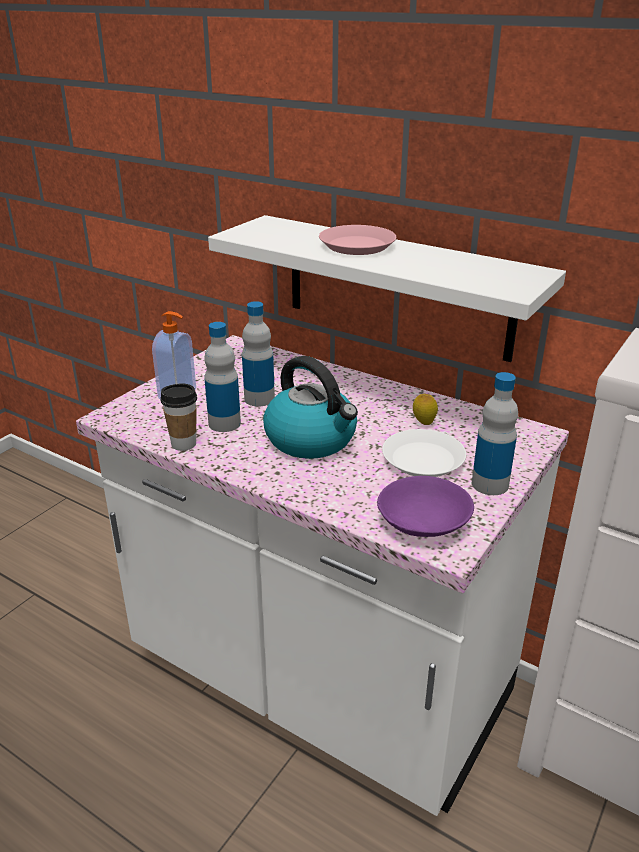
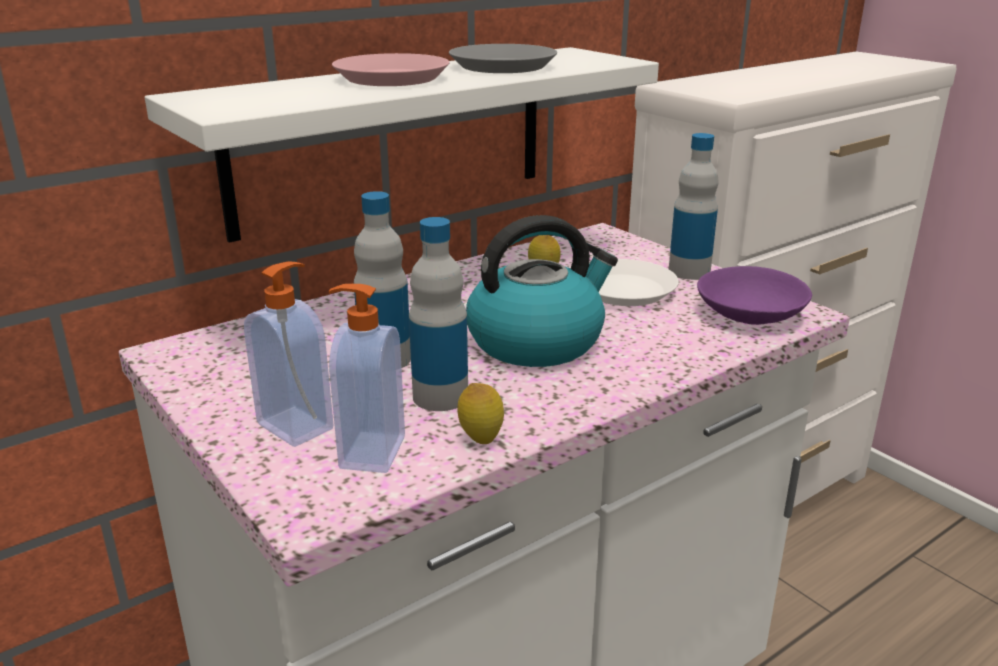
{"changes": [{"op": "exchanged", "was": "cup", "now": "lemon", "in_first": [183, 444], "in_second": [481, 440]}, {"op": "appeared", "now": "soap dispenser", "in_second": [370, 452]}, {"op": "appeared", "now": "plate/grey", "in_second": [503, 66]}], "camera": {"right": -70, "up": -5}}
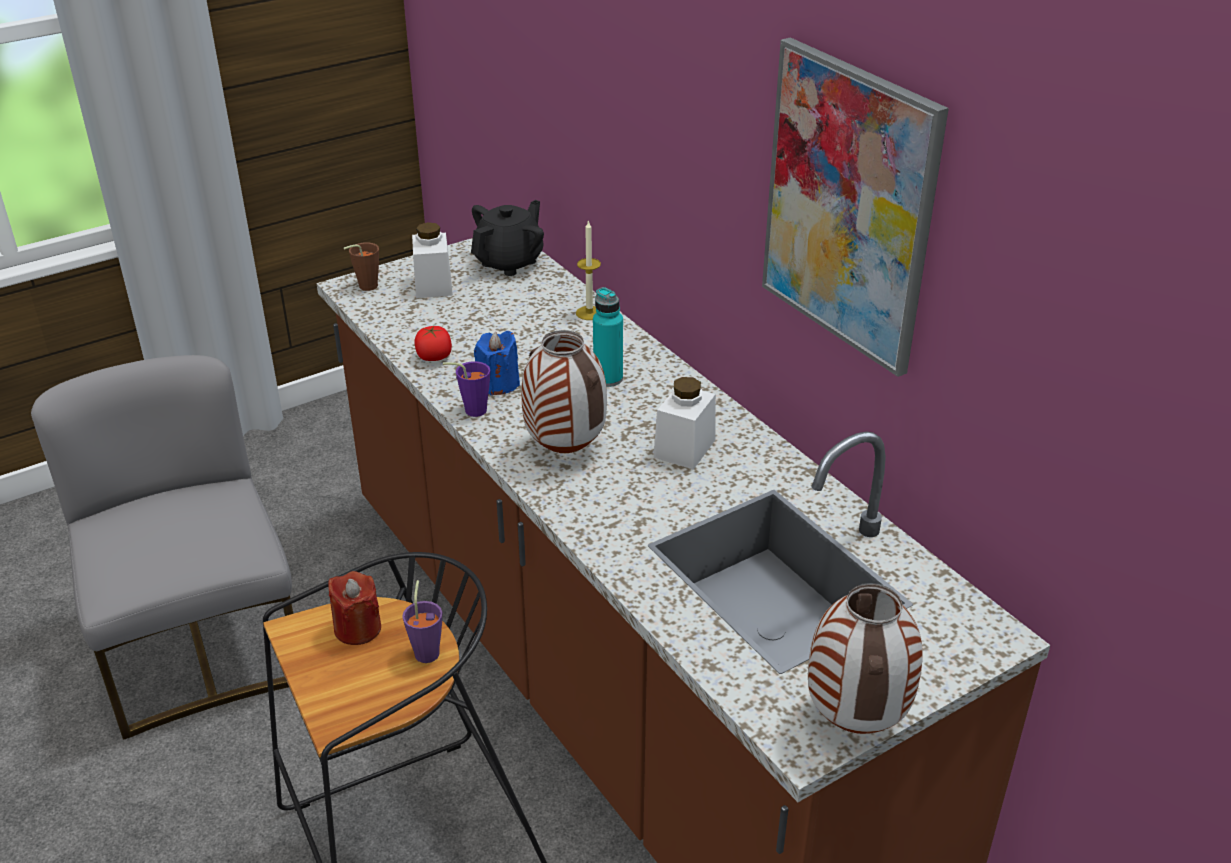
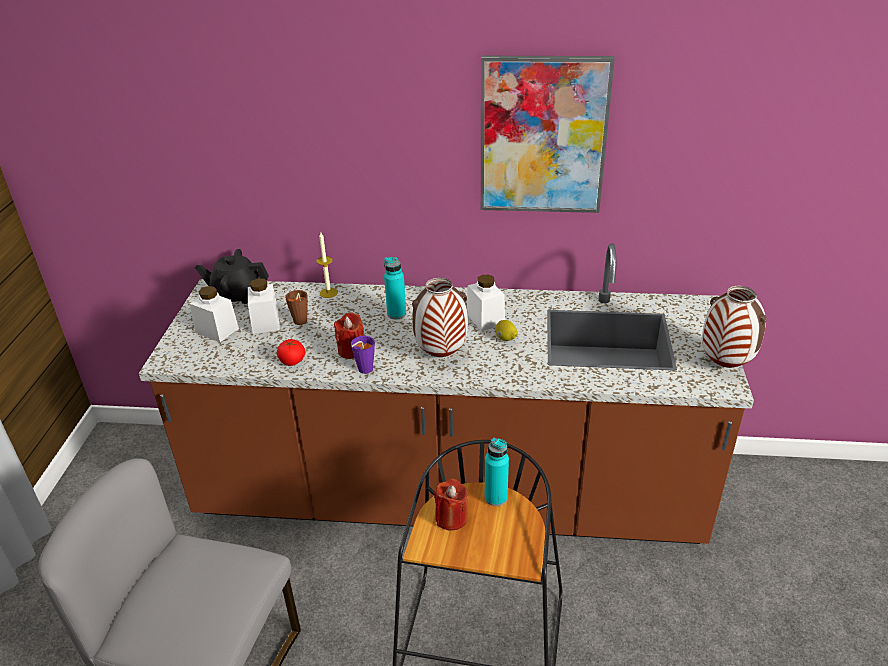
{"changes": [{"op": "relocated", "was": "cup/brown", "in_first": [364, 287], "in_second": [299, 323]}, {"op": "exchanged", "was": "cup/purple", "now": "bottle/turquoise", "in_first": [427, 649], "in_second": [496, 497]}, {"op": "spun", "was": "teapot/black", "in_first": [509, 262], "in_second": [237, 295], "clockwise": -75}, {"op": "colour", "was": "candle/blue", "now": "candle/red", "in_first": [498, 384], "in_second": [351, 350]}, {"op": "appeared", "now": "jar/white", "in_second": [266, 322]}, {"op": "appeared", "now": "lemon", "in_second": [505, 339]}], "camera": {"right": -50, "up": 0}}
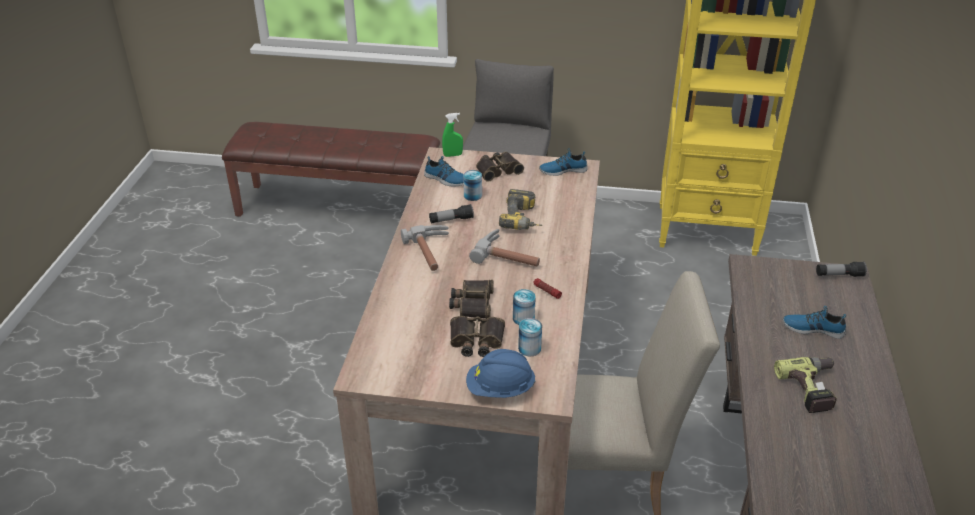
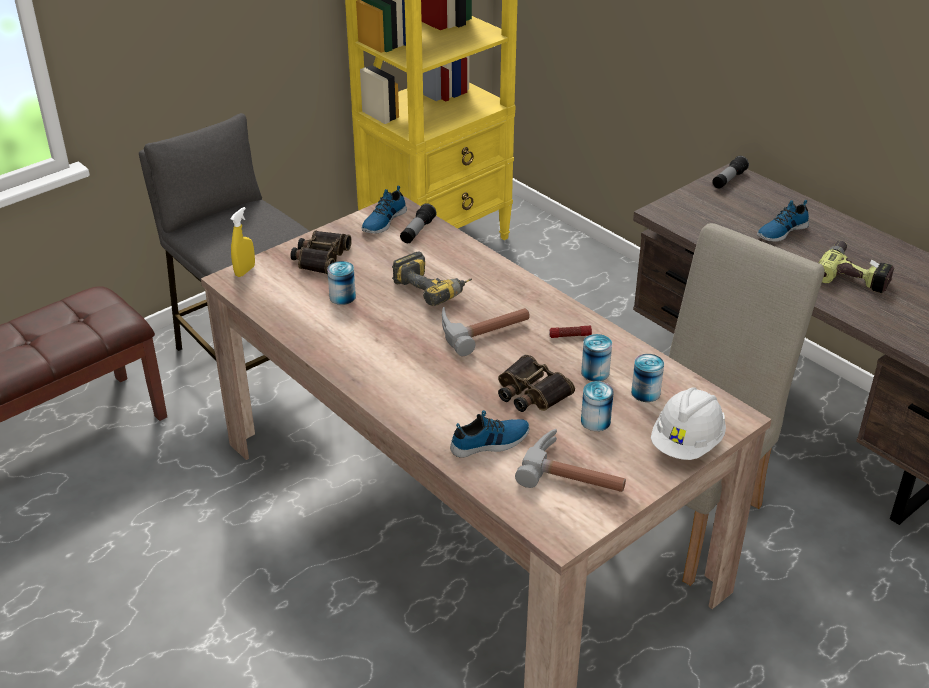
{"changes": [{"op": "relocated", "was": "hammer", "in_first": [432, 252], "in_second": [575, 473]}, {"op": "relocated", "was": "shoe", "in_first": [446, 179], "in_second": [490, 442]}, {"op": "relocated", "was": "flashlight", "in_first": [451, 220], "in_second": [417, 231]}, {"op": "colour", "was": "spray bottle/green", "now": "spray bottle/yellow", "in_first": [453, 155], "in_second": [245, 271]}, {"op": "exchanged", "was": "binoculars", "now": "can", "in_first": [476, 341], "in_second": [595, 421]}, {"op": "colour", "was": "hard hat/blue", "now": "hard hat/white", "in_first": [500, 389], "in_second": [687, 443]}], "camera": {"right": -50, "up": 0}}
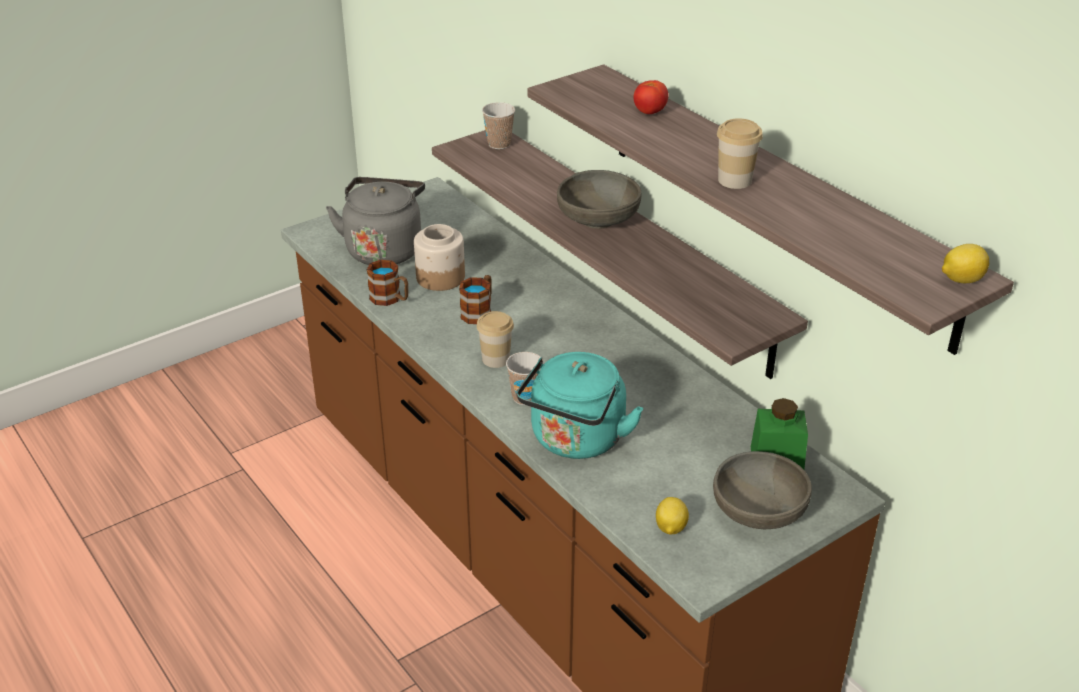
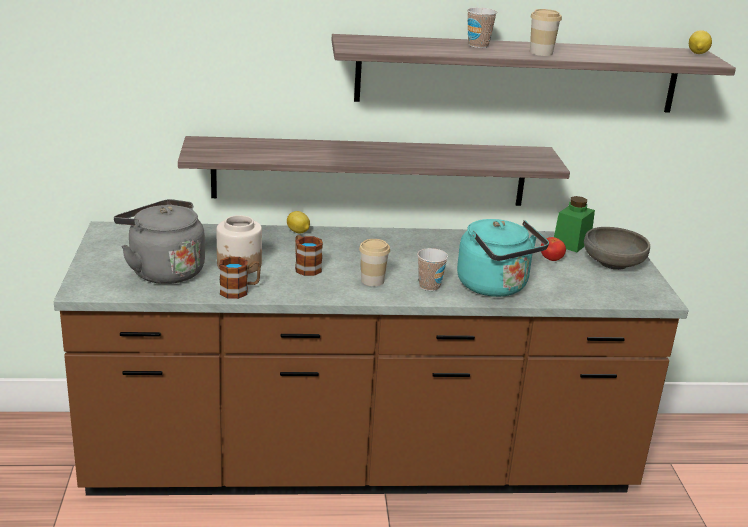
{"changes": [{"op": "relocated", "was": "cup", "in_first": [499, 144], "in_second": [478, 45]}, {"op": "missing", "was": "bowl/grey", "in_first": [598, 219]}, {"op": "relocated", "was": "tomato", "in_first": [650, 112], "in_second": [551, 259]}, {"op": "relocated", "was": "lemon", "in_first": [670, 528], "in_second": [298, 232]}], "camera": {"right": -60, "up": -10}}
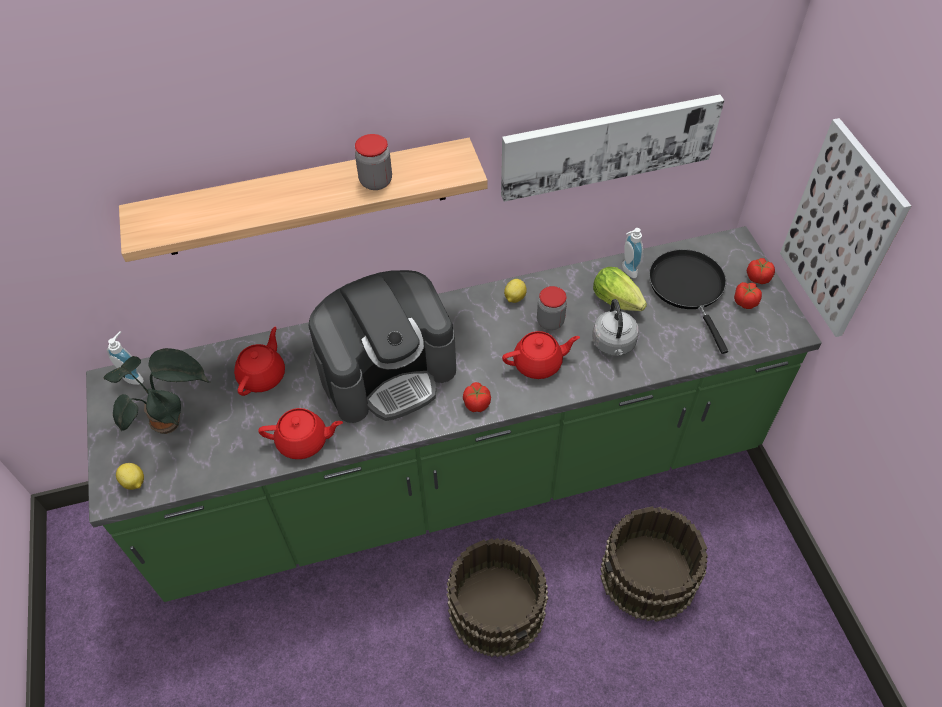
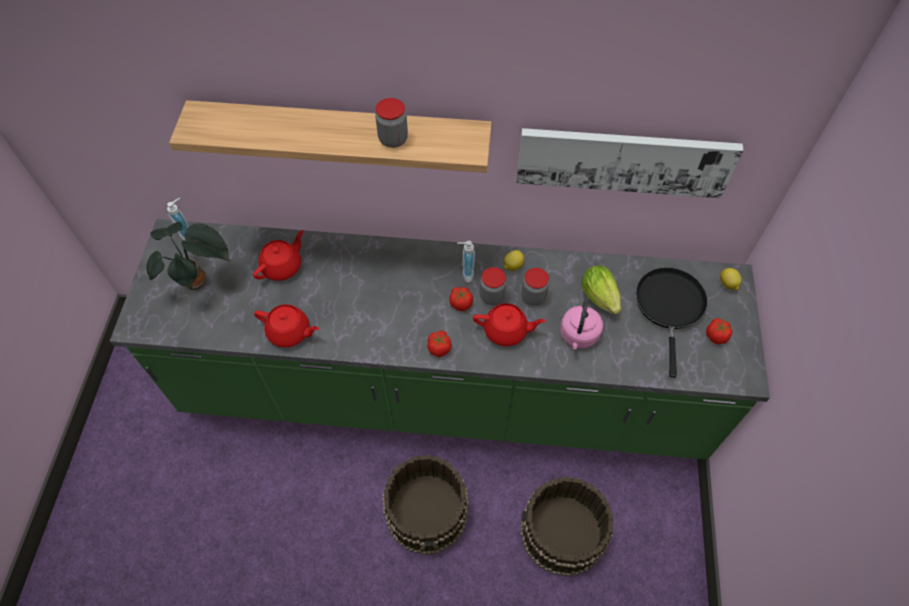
{"changes": [{"op": "relocated", "was": "lemon", "in_first": [134, 482], "in_second": [728, 284]}, {"op": "missing", "was": "coffee machine", "in_first": [388, 372]}, {"op": "colour", "was": "kettle/grey", "now": "kettle/pink", "in_first": [614, 344], "in_second": [578, 336]}, {"op": "relocated", "was": "soap dispenser", "in_first": [627, 271], "in_second": [465, 273]}, {"op": "relocated", "was": "tomato", "in_first": [757, 277], "in_second": [460, 303]}, {"op": "missing", "was": "picture", "in_first": [840, 231]}, {"op": "appeared", "now": "jar", "in_second": [492, 296]}], "camera": {"right": 20, "up": 5}}
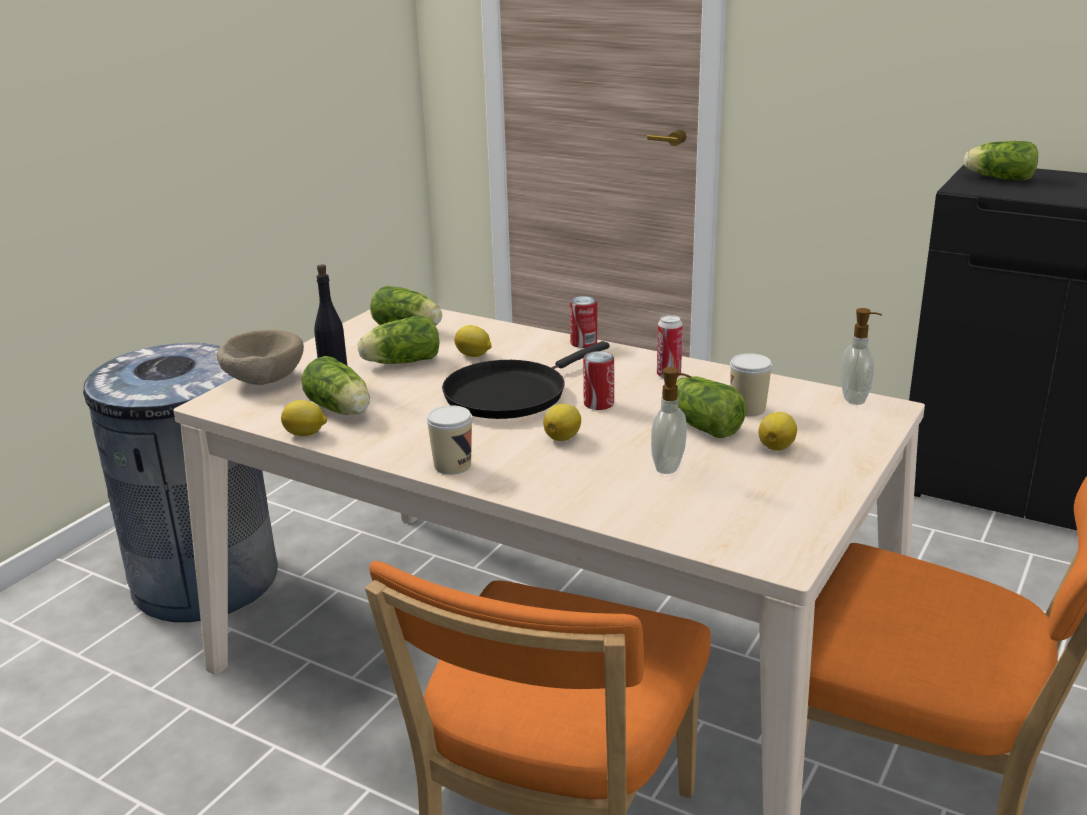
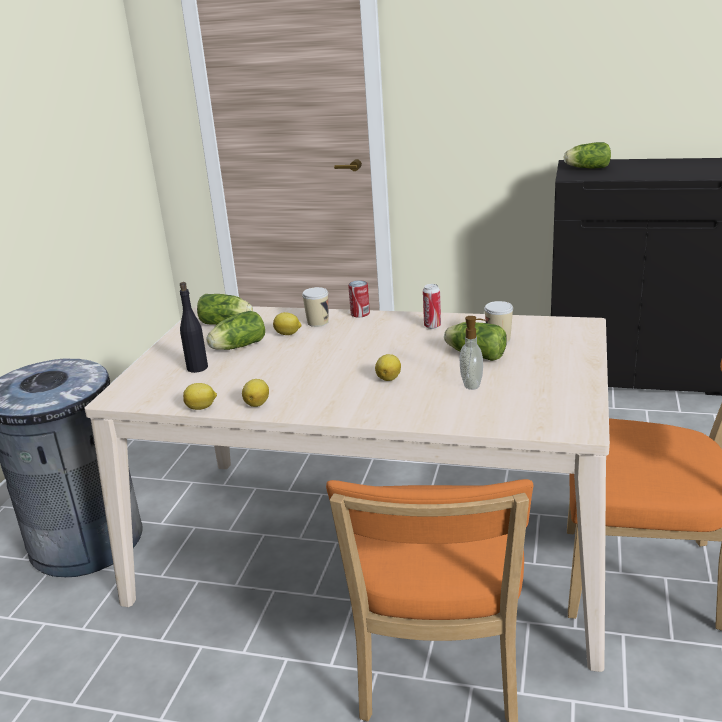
{"changes": [{"op": "missing", "was": "bowl/beige", "in_first": [262, 380]}, {"op": "missing", "was": "lettuce", "in_first": [341, 410]}, {"op": "relocated", "was": "cup", "in_first": [452, 465], "in_second": [318, 322]}, {"op": "missing", "was": "frying pan/black", "in_first": [511, 394]}, {"op": "missing", "was": "can", "in_first": [598, 404]}, {"op": "relocated", "was": "lemon", "in_first": [777, 447], "in_second": [257, 403]}, {"op": "missing", "was": "soap dispenser", "in_first": [855, 399]}], "camera": {"right": -15, "up": 0}}
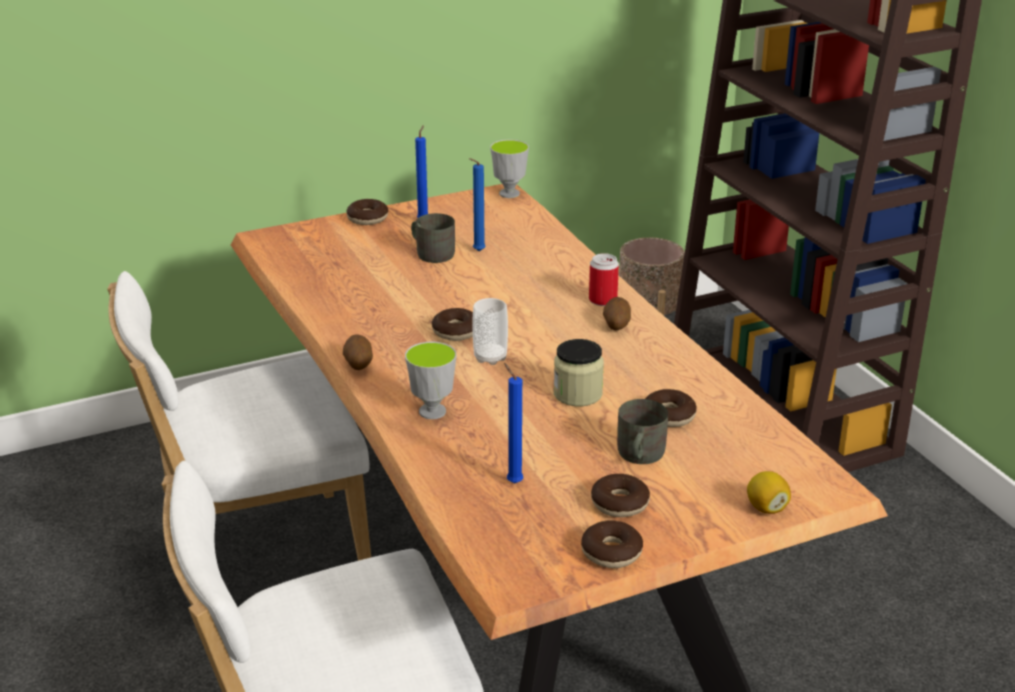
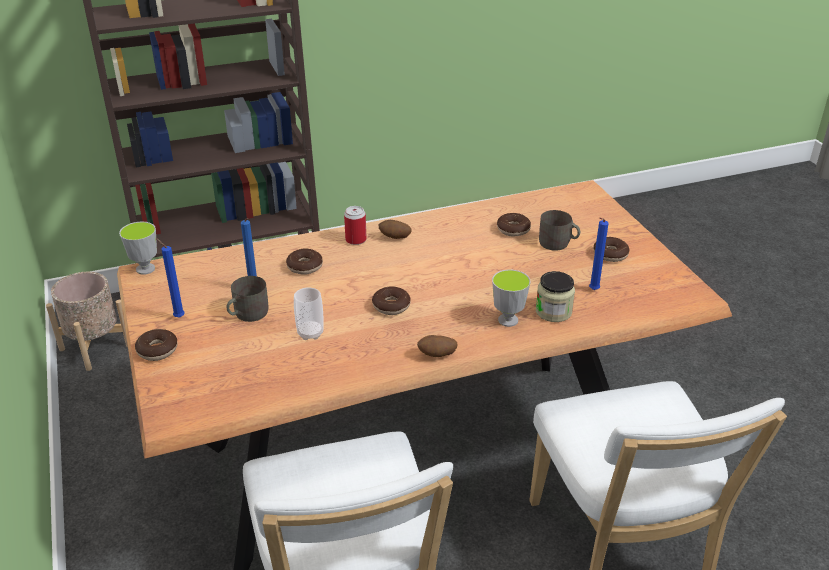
{"changes": [{"op": "relocated", "was": "cup", "in_first": [490, 357], "in_second": [310, 333]}, {"op": "relocated", "was": "jar", "in_first": [577, 394], "in_second": [553, 312]}, {"op": "relocated", "was": "donut", "in_first": [611, 552], "in_second": [304, 266]}, {"op": "missing", "was": "lemon", "in_first": [766, 508]}], "camera": {"right": -85, "up": 5}}
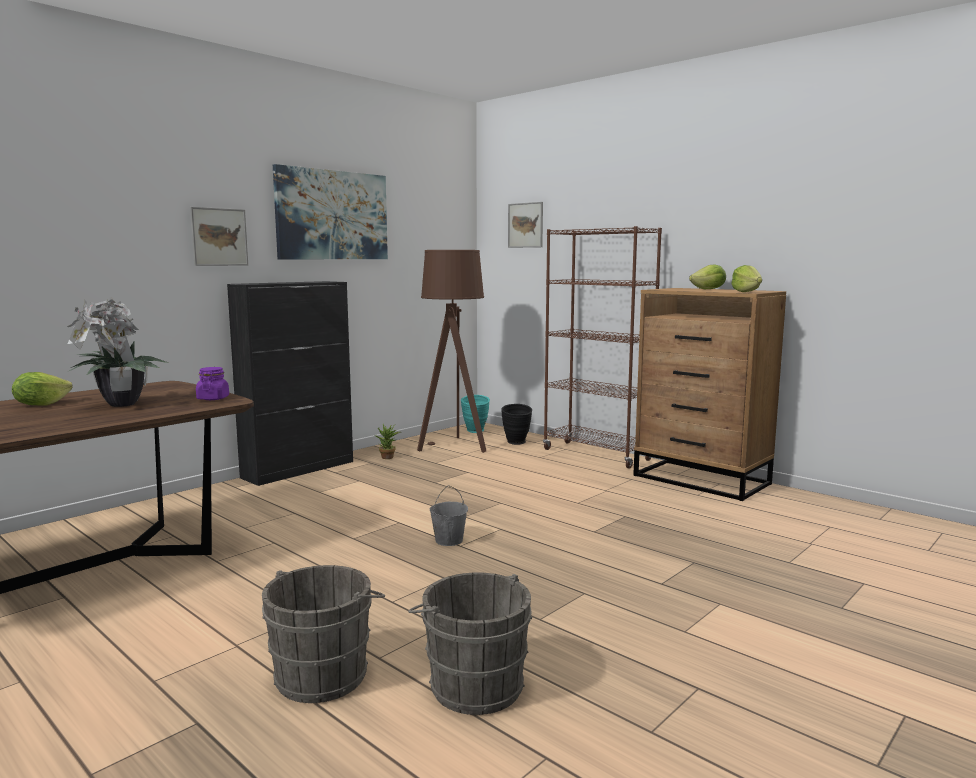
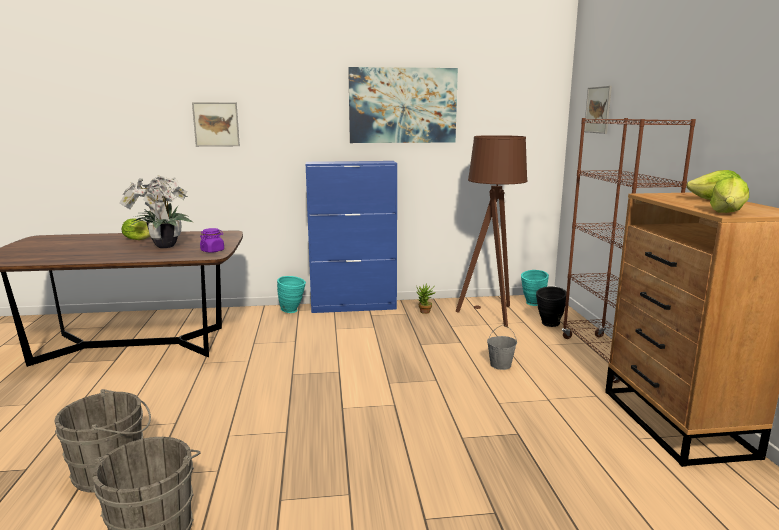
{"changes": [{"op": "relocated", "was": "picture", "in_first": [219, 237], "in_second": [216, 124]}, {"op": "colour", "was": "cabinet/black", "now": "cabinet/blue", "in_first": [299, 469], "in_second": [354, 306]}, {"op": "relocated", "was": "bucket/grey", "in_first": [448, 540], "in_second": [500, 365]}, {"op": "appeared", "now": "vase/turquoise", "in_second": [293, 311]}], "camera": {"right": 40, "up": 5}}
